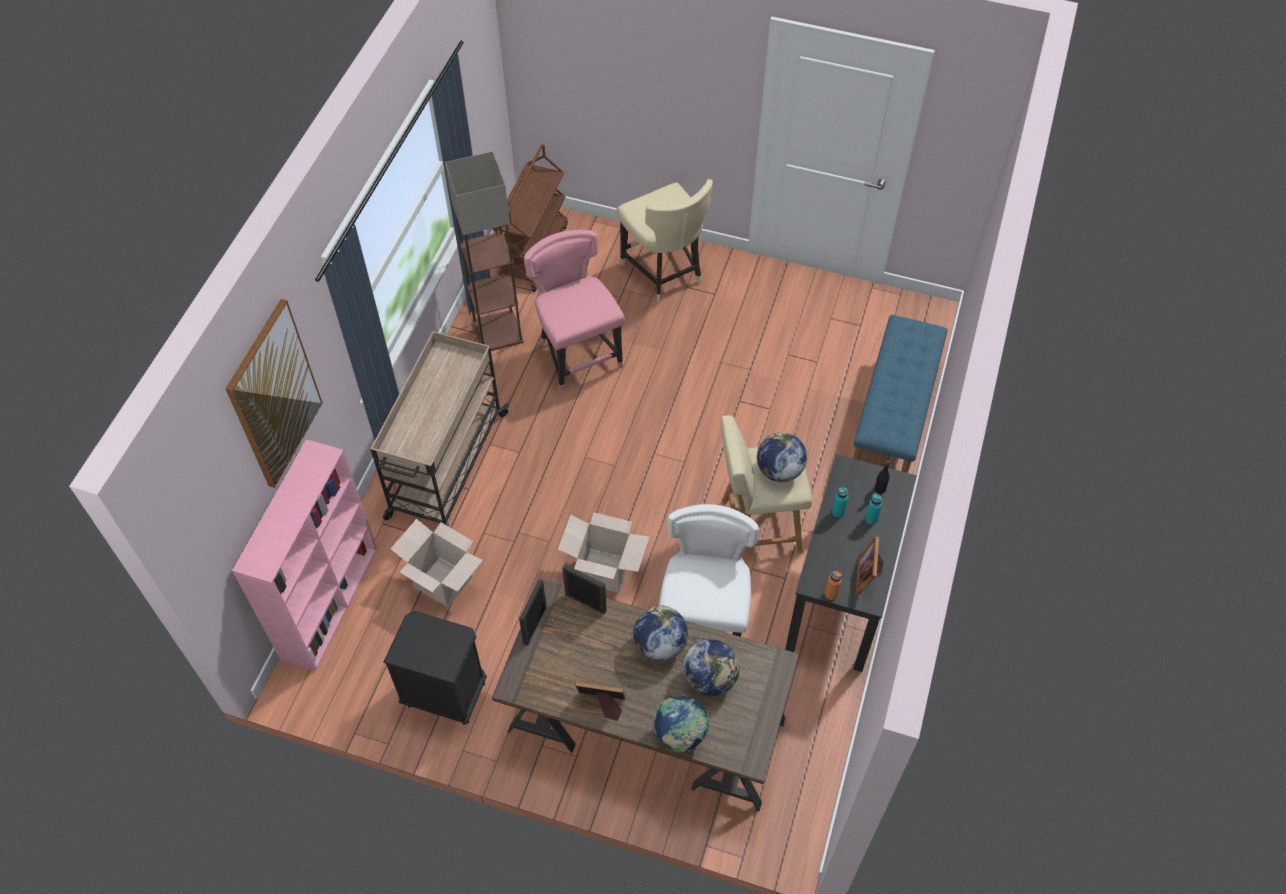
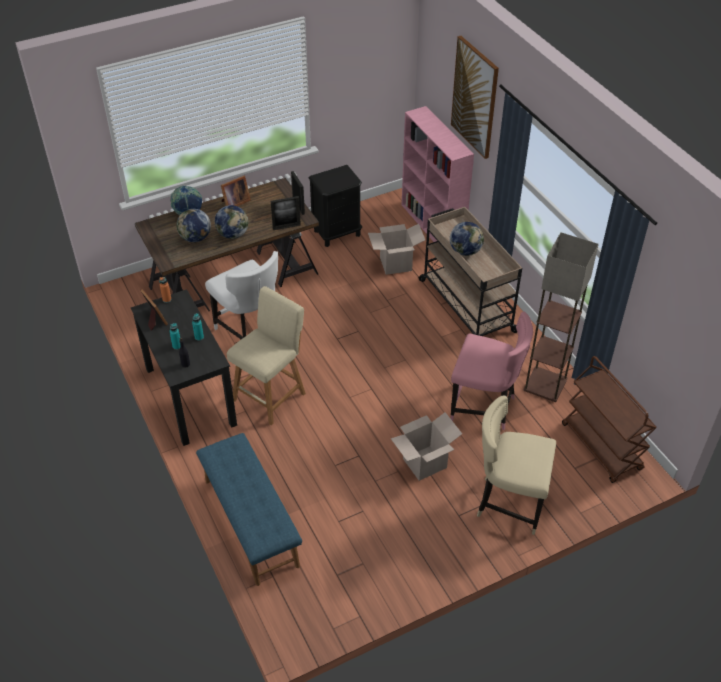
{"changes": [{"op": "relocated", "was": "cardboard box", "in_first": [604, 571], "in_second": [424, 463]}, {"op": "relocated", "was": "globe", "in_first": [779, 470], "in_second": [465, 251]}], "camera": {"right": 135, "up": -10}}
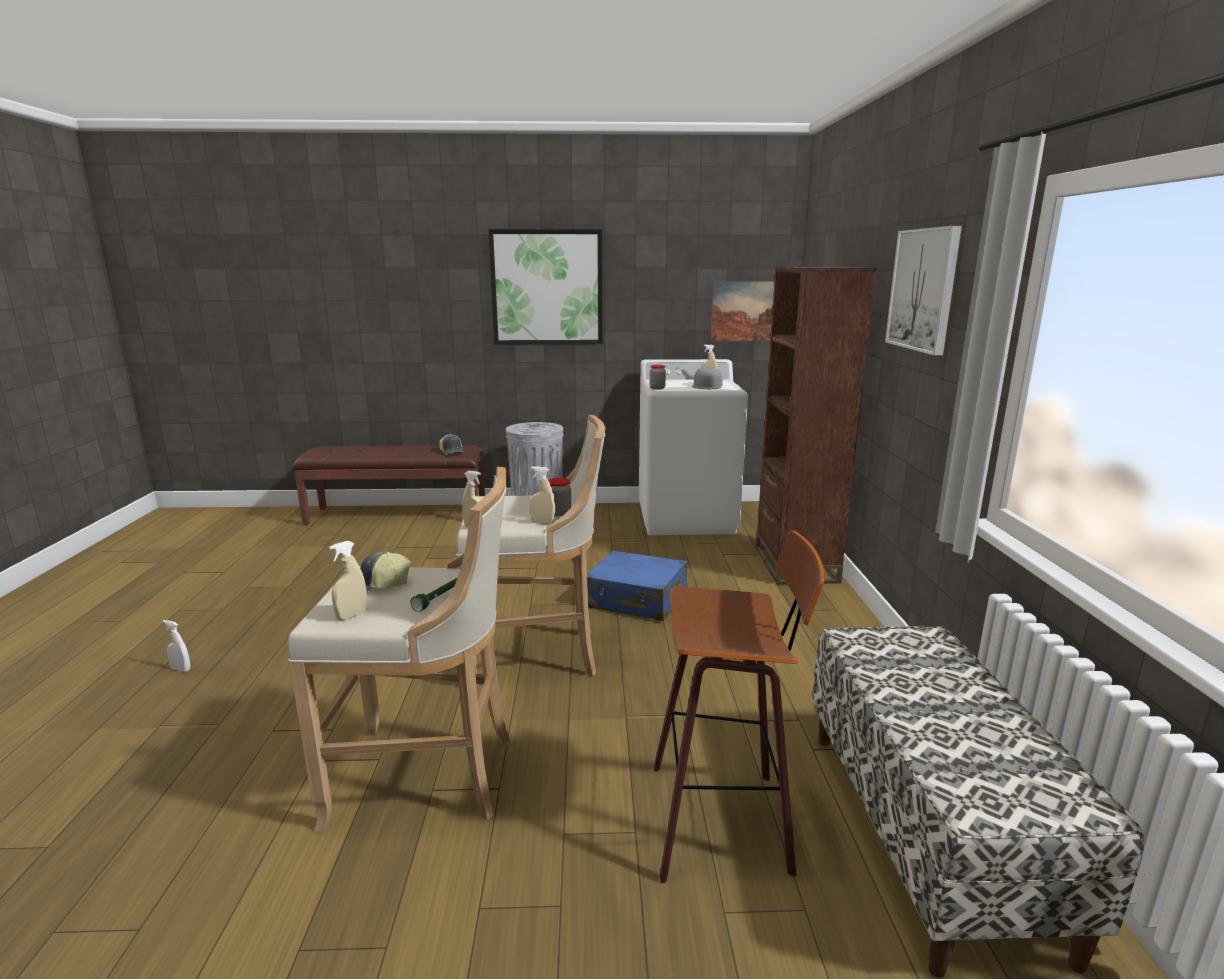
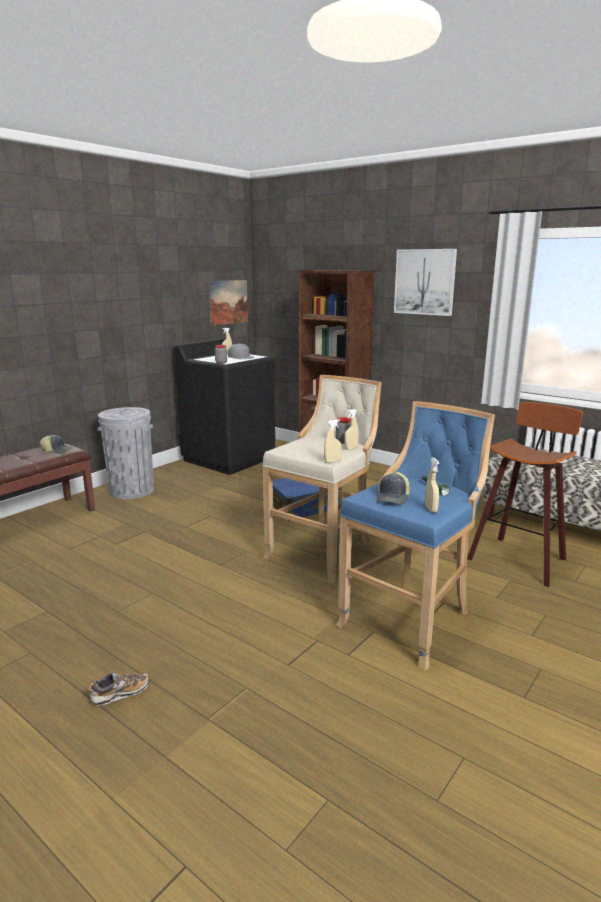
{"changes": [{"op": "exchanged", "was": "spray bottle/white", "now": "shoe", "in_first": [181, 669], "in_second": [120, 694]}, {"op": "colour", "was": "stool/beige", "now": "stool/blue", "in_first": [429, 777], "in_second": [411, 620]}, {"op": "missing", "was": "picture", "in_first": [547, 288]}, {"op": "colour", "was": "washing machine/white", "now": "washing machine/black", "in_first": [687, 518], "in_second": [229, 459]}], "camera": {"right": -50, "up": 0}}
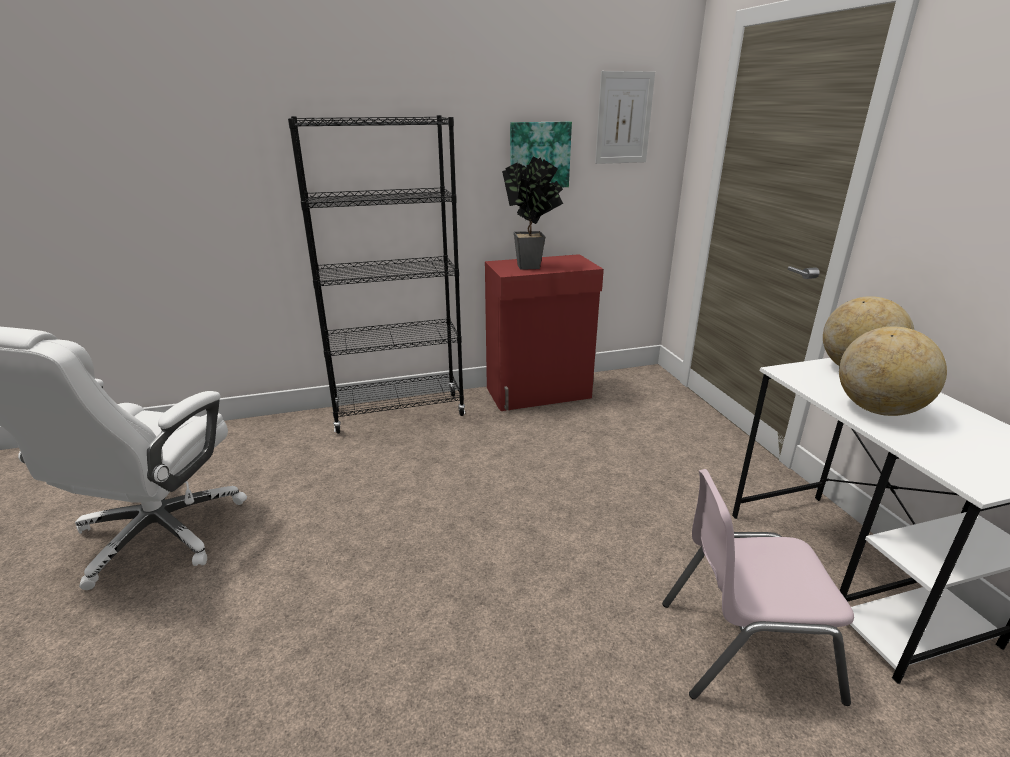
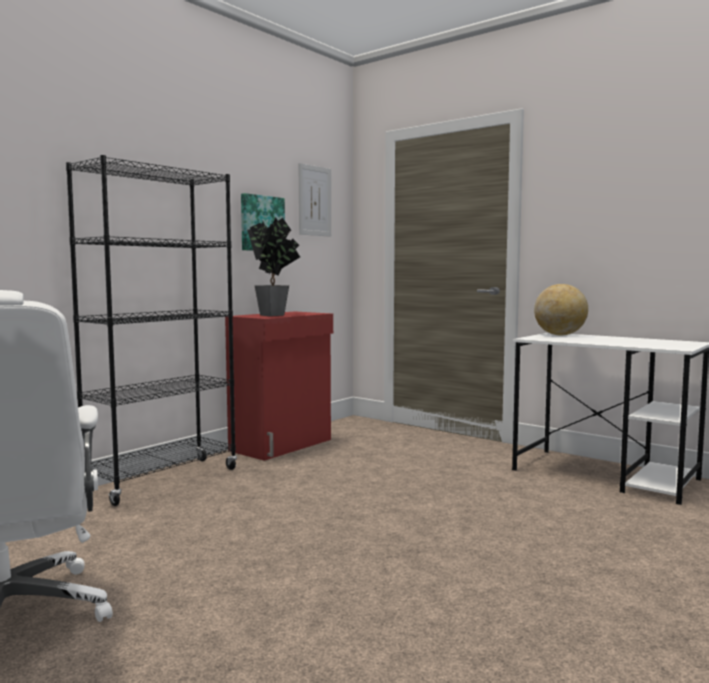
{"changes": [{"op": "missing", "was": "chair/pink", "in_first": [745, 647]}, {"op": "missing", "was": "globe", "in_first": [878, 410]}], "camera": {"right": -35, "up": -20}}
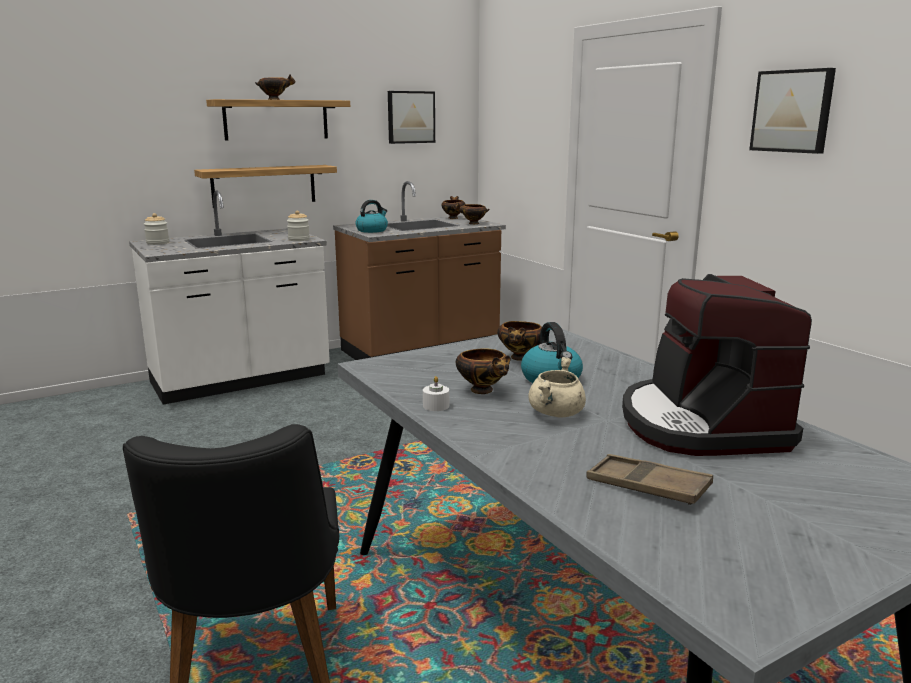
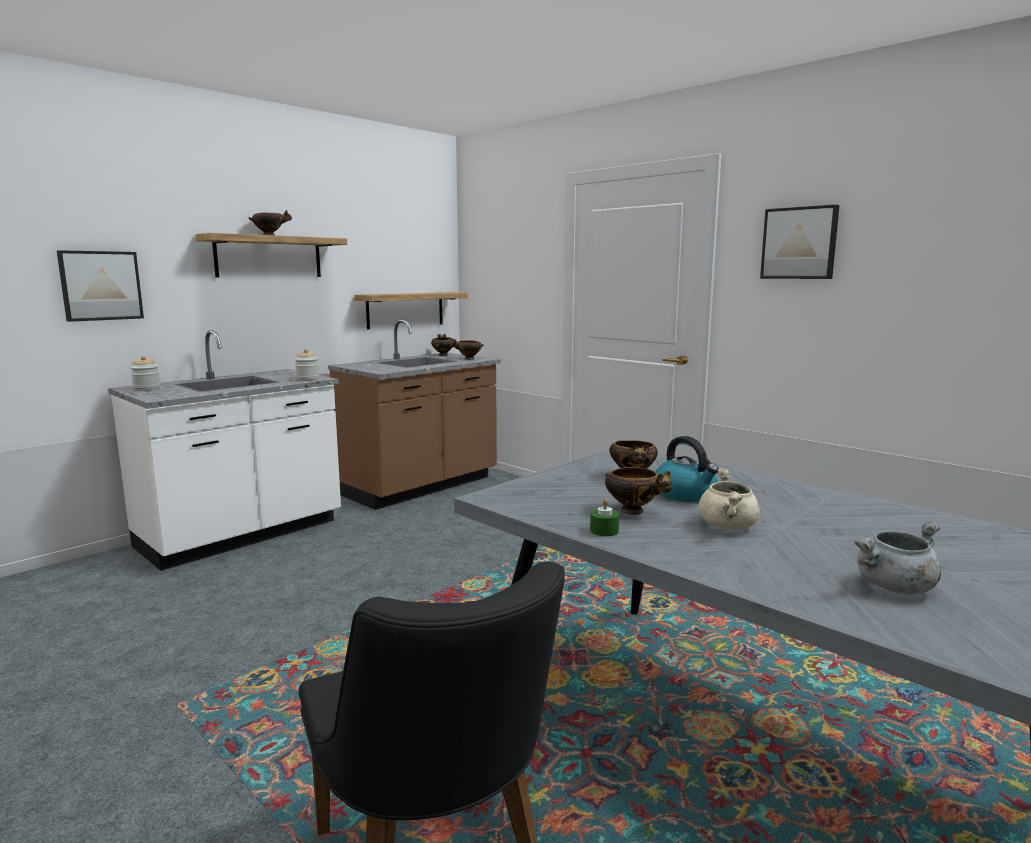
{"changes": [{"op": "relocated", "was": "shelf", "in_first": [264, 186], "in_second": [405, 310]}, {"op": "missing", "was": "kettle", "in_first": [372, 230]}, {"op": "relocated", "was": "picture", "in_first": [410, 117], "in_second": [100, 285]}, {"op": "colour", "was": "candle/white", "now": "candle/green", "in_first": [436, 406], "in_second": [604, 531]}, {"op": "exchanged", "was": "tray/brown", "now": "cooking pot/grey", "in_first": [647, 486], "in_second": [895, 587]}, {"op": "missing", "was": "coffee machine", "in_first": [701, 424]}], "camera": {"right": -15, "up": -5}}
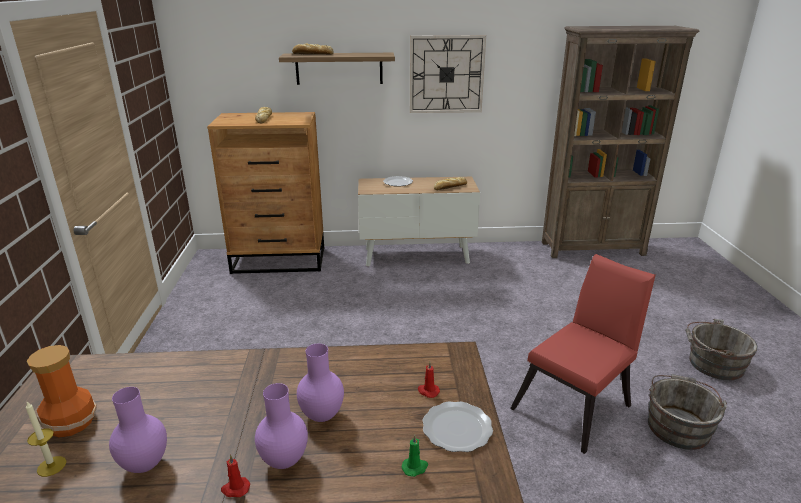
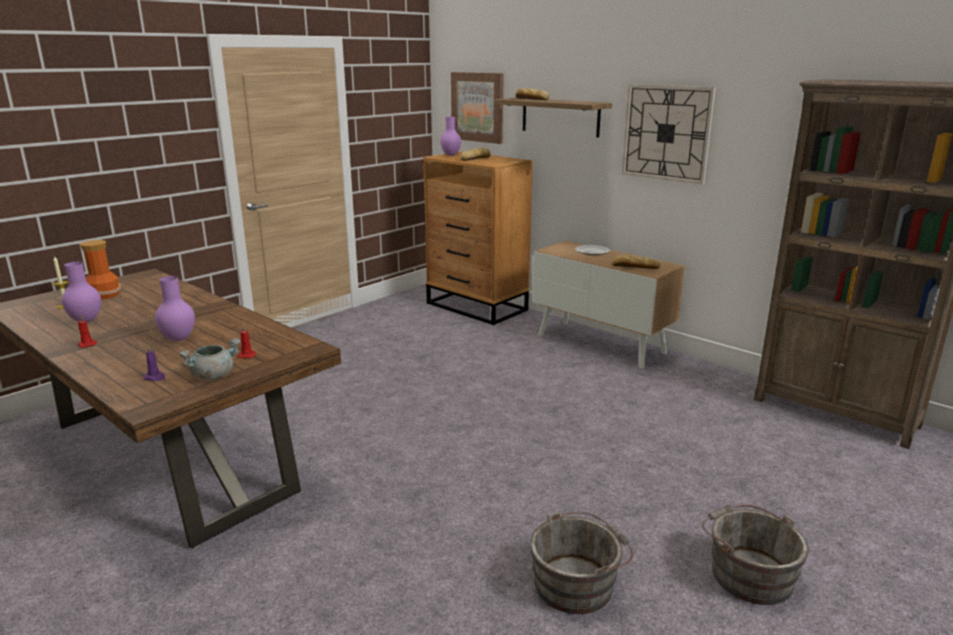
{"changes": [{"op": "relocated", "was": "vase/purple", "in_first": [284, 462], "in_second": [450, 155]}, {"op": "colour", "was": "candle/green", "now": "candle/purple", "in_first": [415, 467], "in_second": [155, 378]}, {"op": "exchanged", "was": "plate", "now": "cooking pot/grey", "in_first": [456, 428], "in_second": [213, 375]}, {"op": "missing", "was": "chair/red", "in_first": [576, 404]}, {"op": "appeared", "now": "picture", "in_second": [478, 107]}], "camera": {"right": 45, "up": -5}}
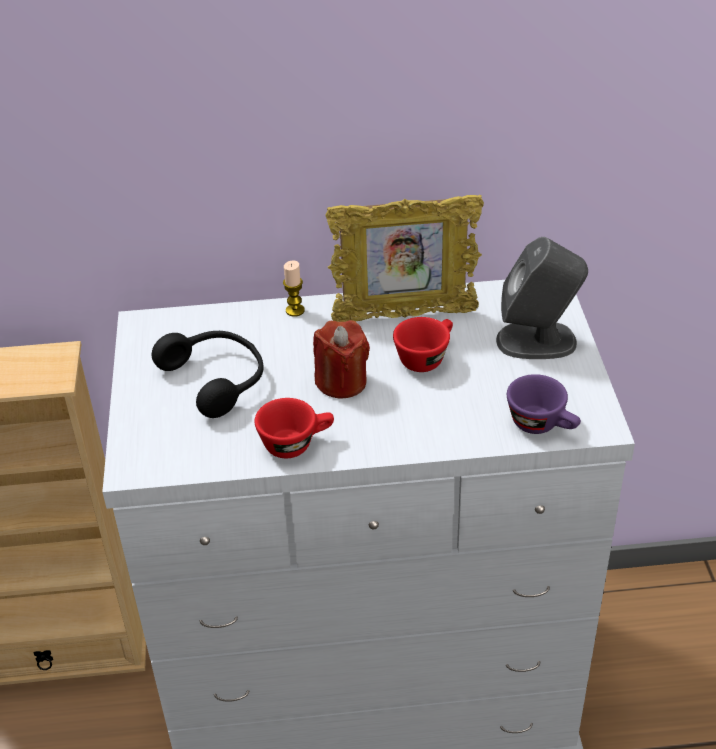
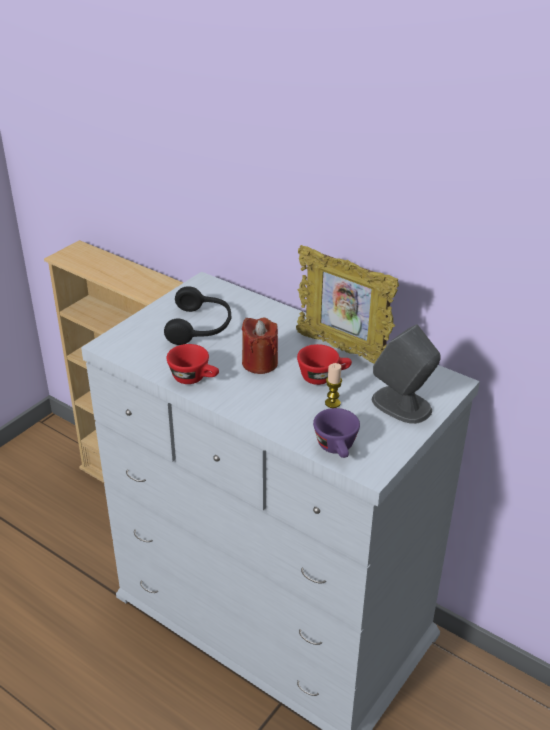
{"changes": [{"op": "relocated", "was": "candle", "in_first": [295, 310], "in_second": [332, 403]}], "camera": {"right": 40, "up": -5}}
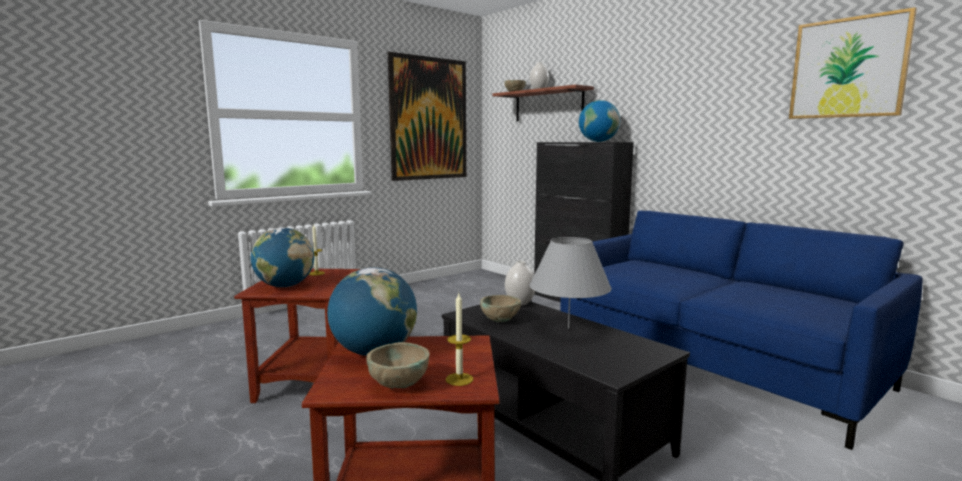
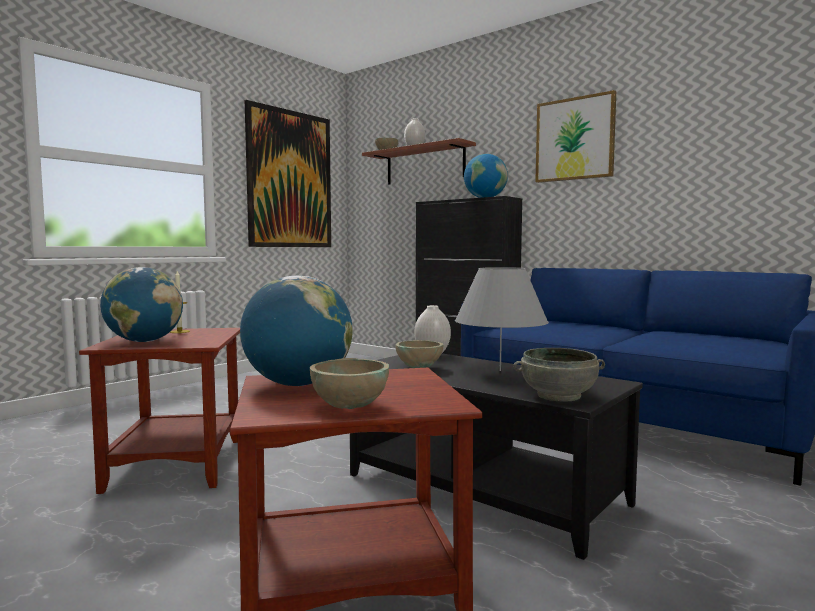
{"changes": [{"op": "missing", "was": "candle", "in_first": [459, 379]}, {"op": "relocated", "was": "picture", "in_first": [848, 68], "in_second": [575, 139]}, {"op": "appeared", "now": "bowl/grey", "in_second": [558, 395]}], "camera": {"right": -10, "up": -5}}
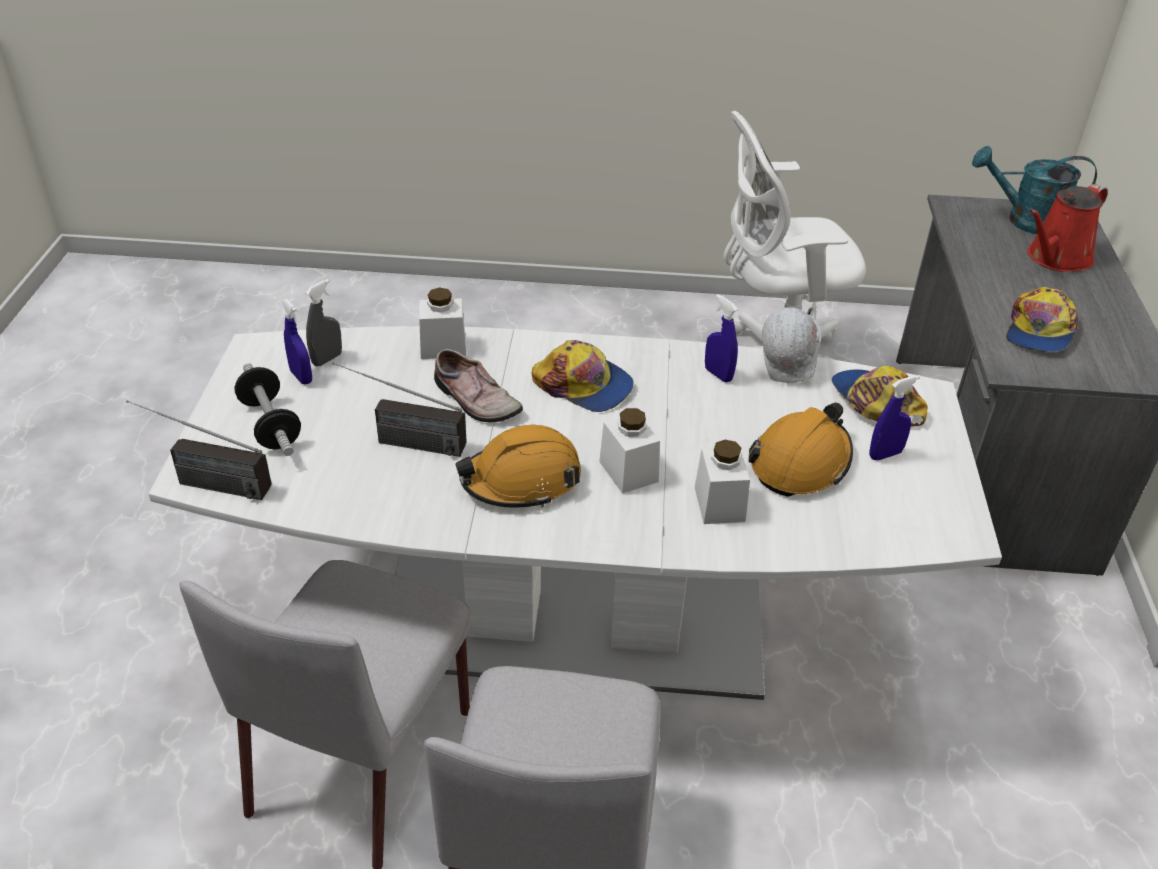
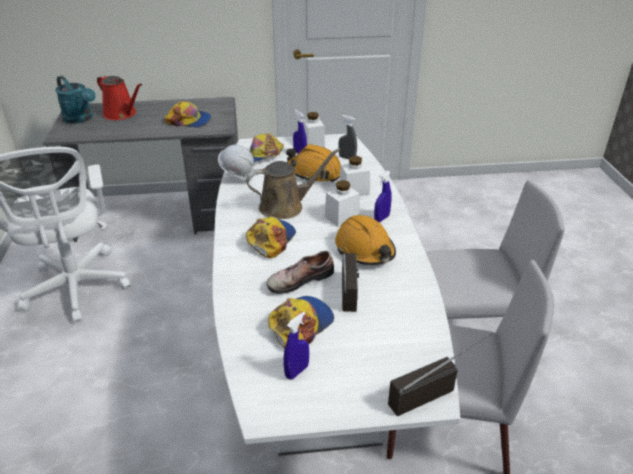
{"changes": [{"op": "spun", "was": "radio", "in_first": [202, 482], "in_second": [434, 389], "clockwise": -120}, {"op": "missing", "was": "dumbbell", "in_first": [270, 425]}, {"op": "relocated", "was": "spray bottle/grey", "in_first": [327, 359], "in_second": [347, 158]}, {"op": "relocated", "was": "jar/white", "in_first": [443, 347], "in_second": [313, 144]}, {"op": "spun", "was": "shoe", "in_first": [474, 400], "in_second": [299, 279], "clockwise": -150}, {"op": "relocated", "was": "spray bottle/blue", "in_first": [718, 374], "in_second": [381, 218]}, {"op": "spun", "was": "watering can/turquoise", "in_first": [1025, 220], "in_second": [81, 119], "clockwise": -45}, {"op": "appeared", "now": "watering can/brown", "in_second": [285, 206]}, {"op": "appeared", "now": "cap", "in_second": [300, 324]}], "camera": {"right": -100, "up": -5}}
